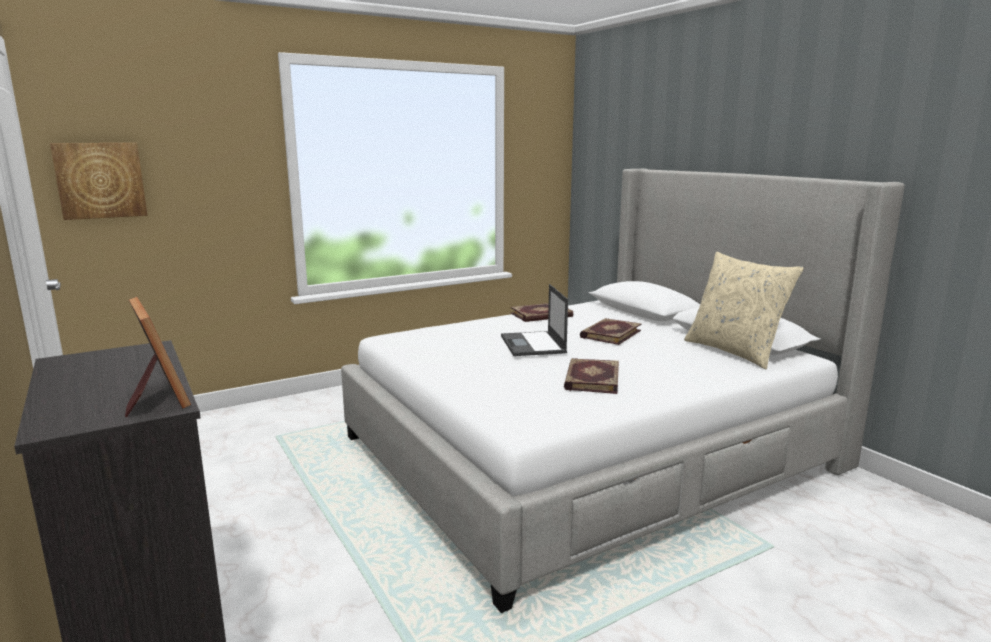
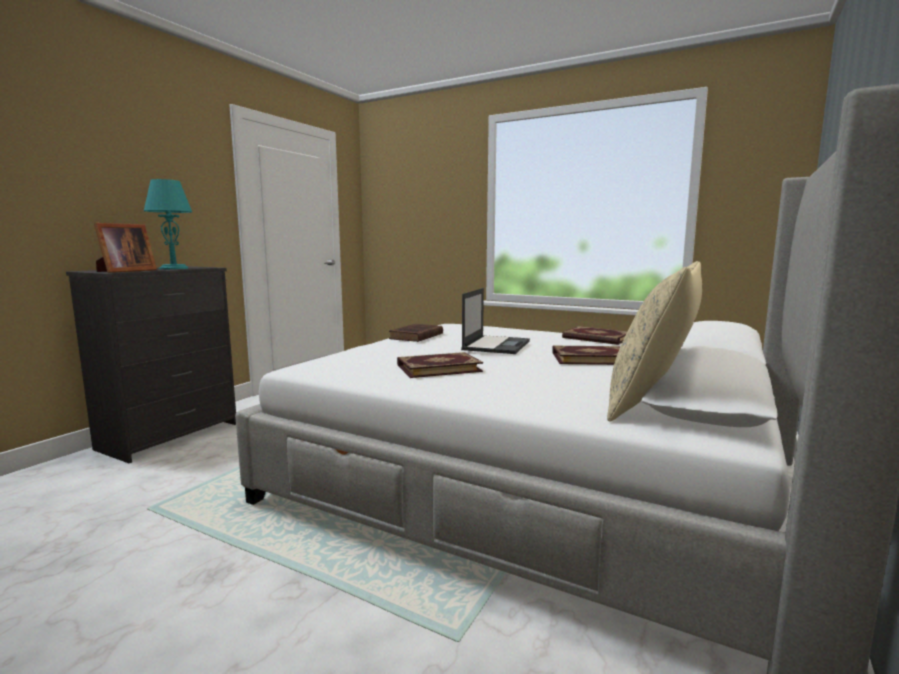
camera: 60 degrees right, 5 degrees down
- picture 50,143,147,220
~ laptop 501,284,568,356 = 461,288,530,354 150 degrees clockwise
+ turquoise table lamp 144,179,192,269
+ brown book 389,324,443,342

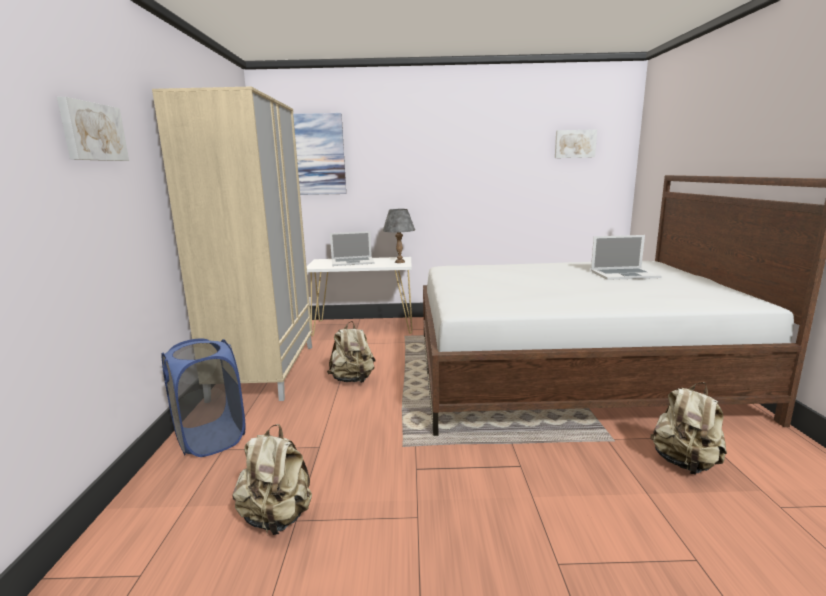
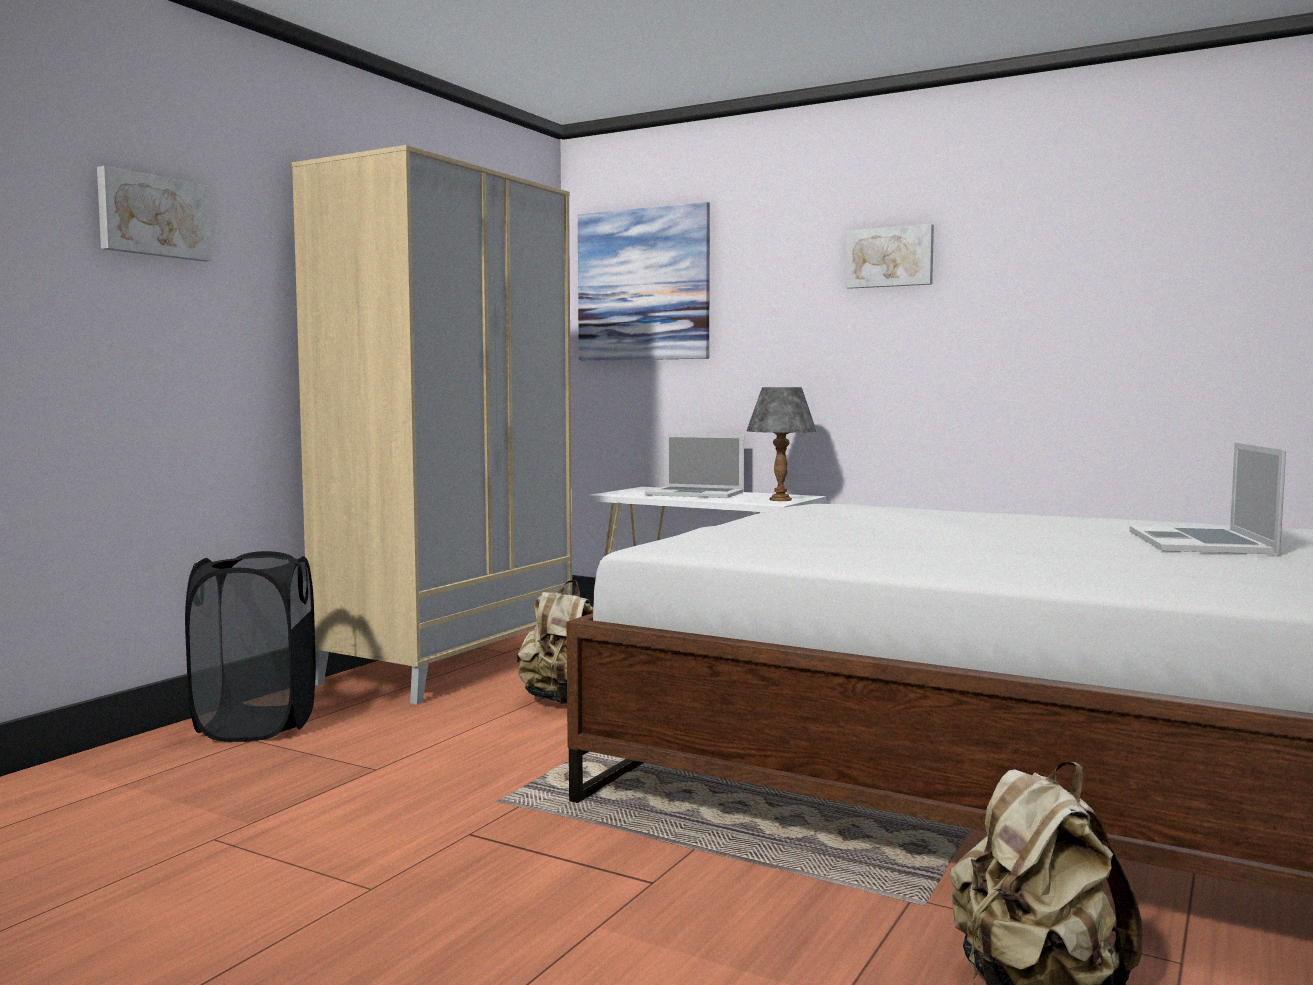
camera: 30 degrees right, 10 degrees down
~ blue laundry basket 161,338,245,457 to black laundry basket 185,551,316,742
- beige backpack 232,424,312,535
~ picture 555,129,597,158 to 846,224,934,289
~ laptop 591,235,661,280 = 1130,443,1286,554 75 degrees clockwise

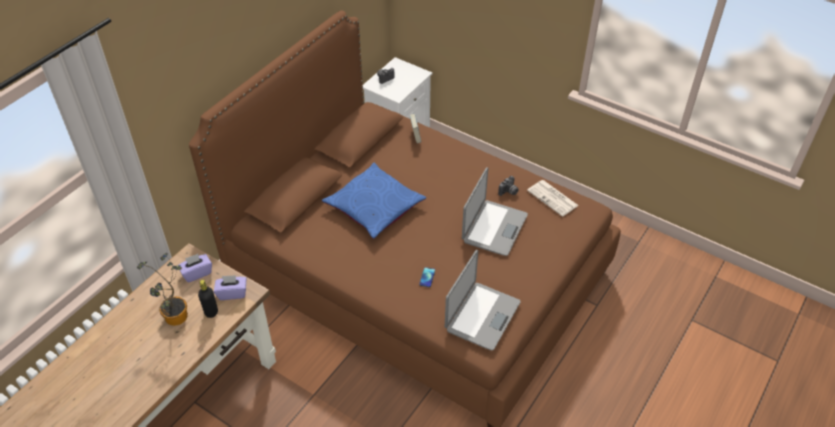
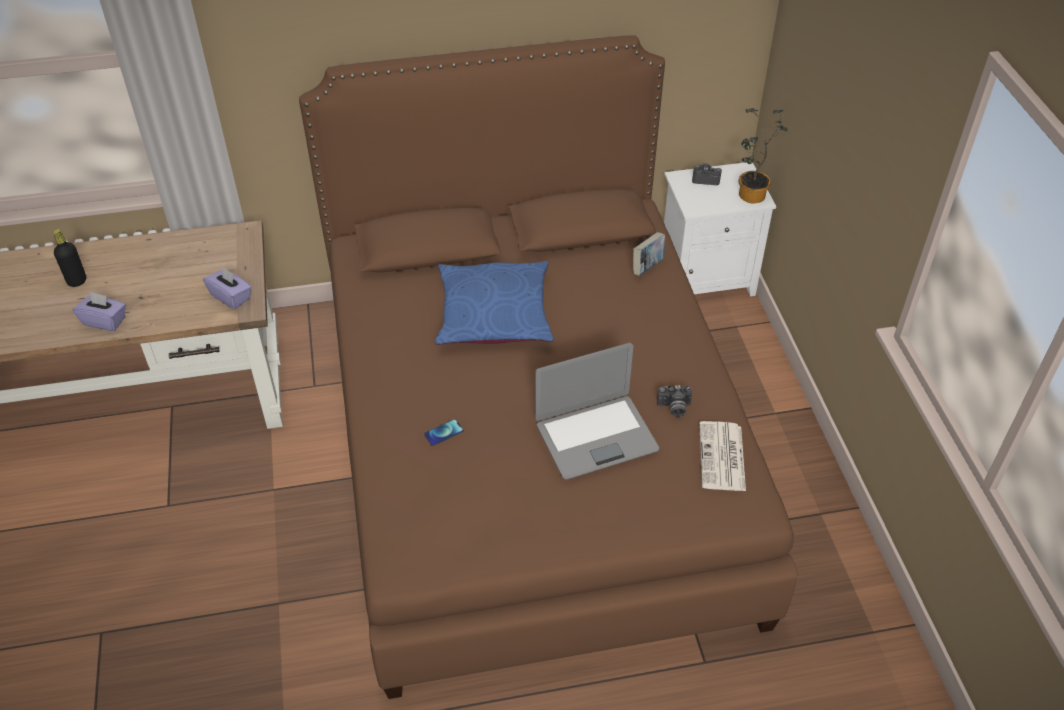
camera: 45 degrees right, 0 degrees up
~ potted plant 137,253,188,326 to 739,108,787,203
~ purple tissue box 179,254,212,283 to 73,292,126,331
~ black bottle 198,280,218,318 to 53,229,86,287
- laptop 445,250,521,350

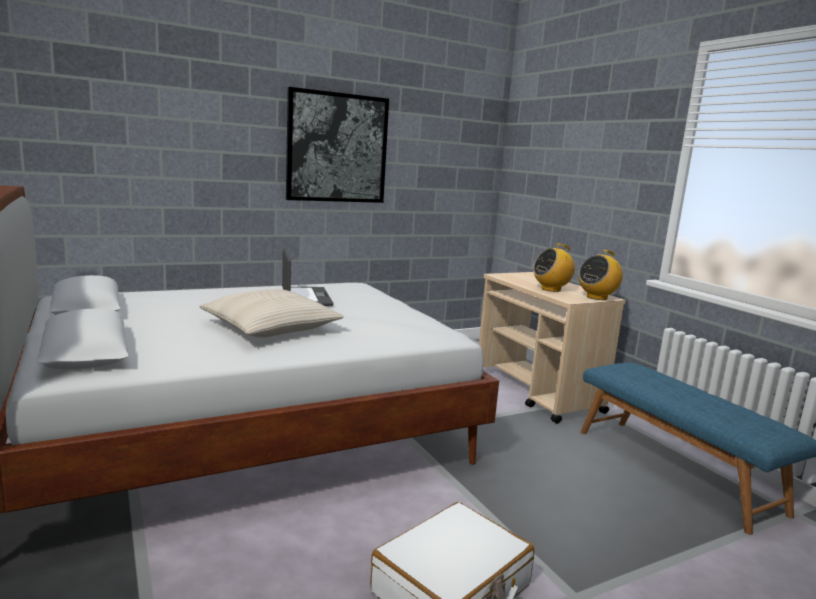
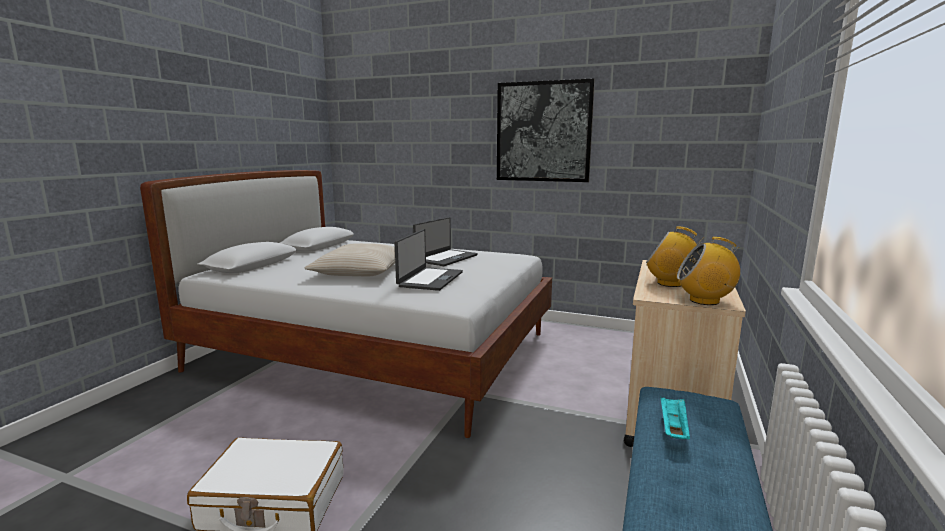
camera: 50 degrees right, 0 degrees up
+ laptop 395,229,463,291
+ turquoise tray 661,398,690,439

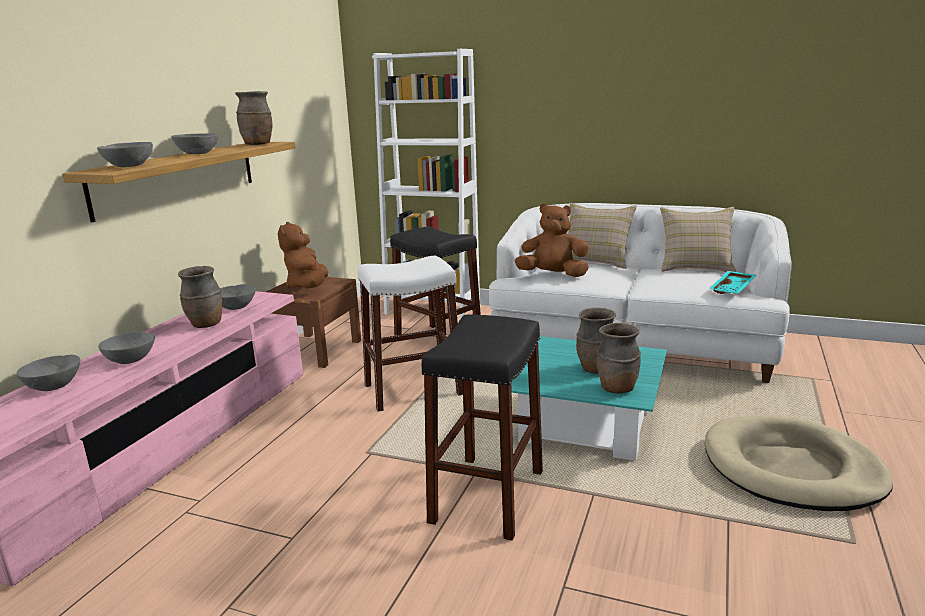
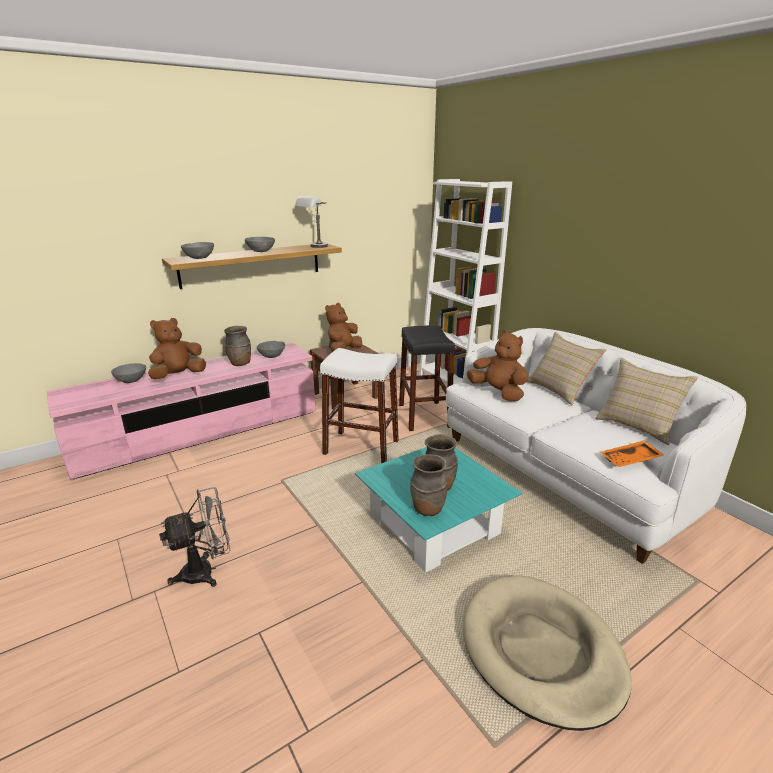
camera: 35 degrees right, 5 degrees up
~ grey bowl 98,332,155,364 to brown plush toy 148,318,206,379
~ brown vase 235,91,272,145 to grey table lamp 295,196,328,248
- black stool 421,315,543,541
~ turquoise tray 709,271,756,294 to orange tray 600,440,664,467
+ grey fan 159,487,230,587

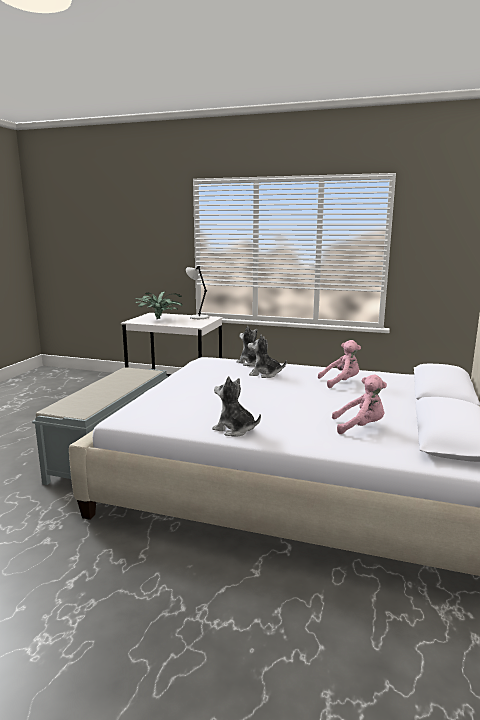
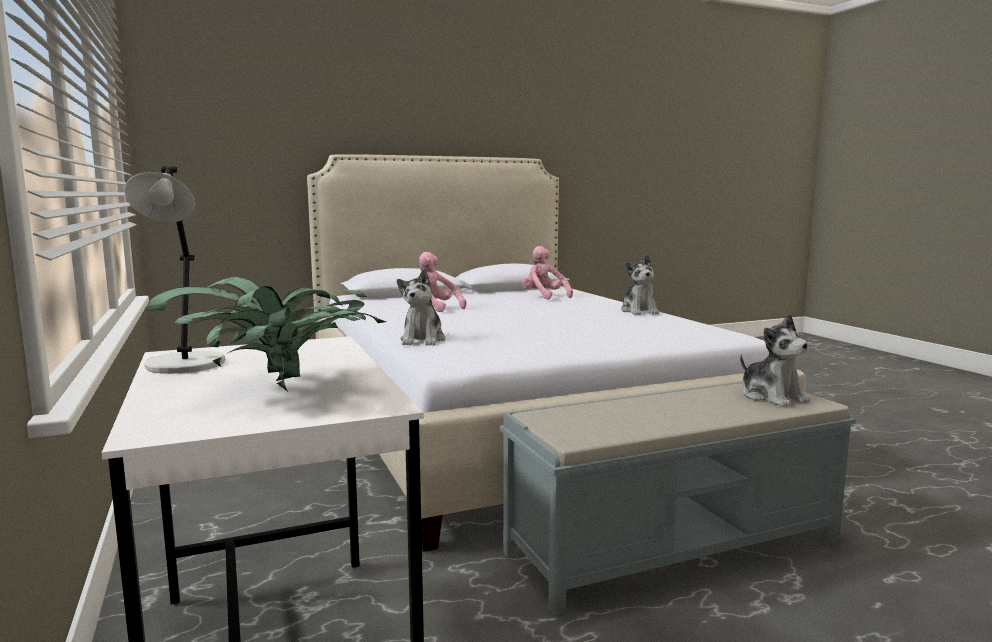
camera: 130 degrees left, 5 degrees down
~ plush toy 248,335,287,378 to 740,314,810,407

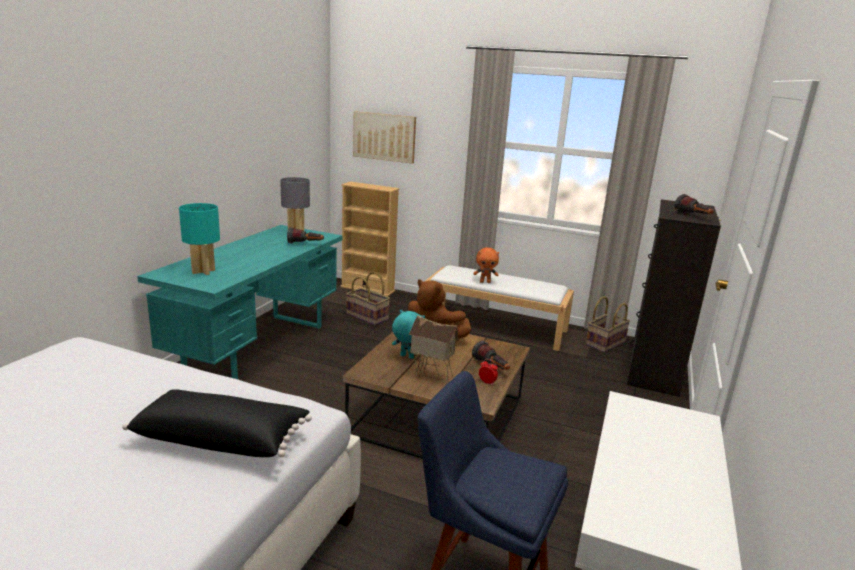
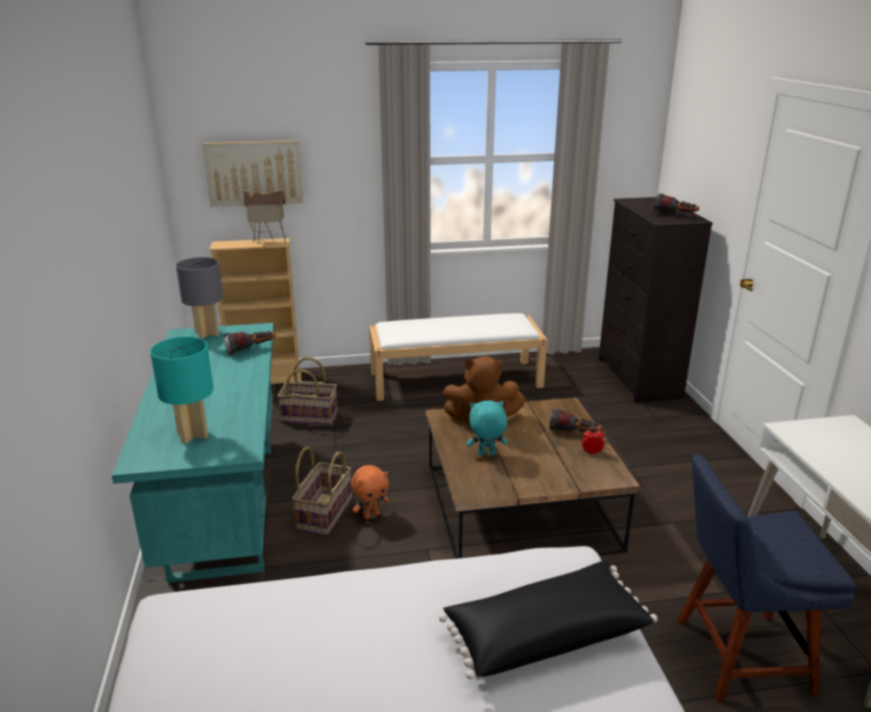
camera: 30 degrees left, 5 degrees up
~ toy house 409,315,459,384 to 244,190,286,244
~ orange plush toy 473,247,499,283 to 351,465,389,519
~ basket 585,296,630,353 to 292,447,352,536

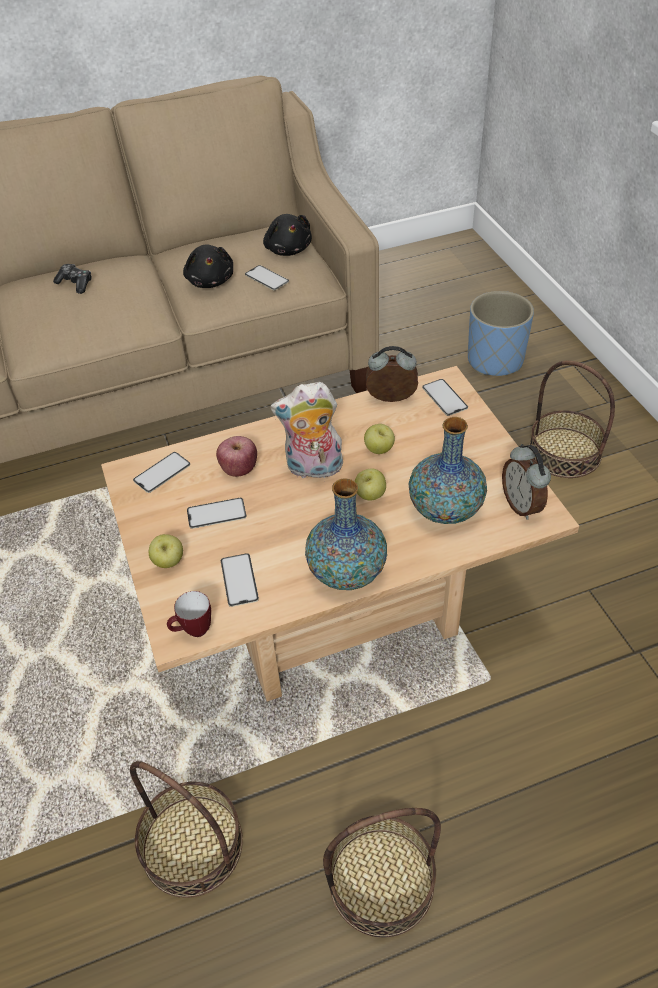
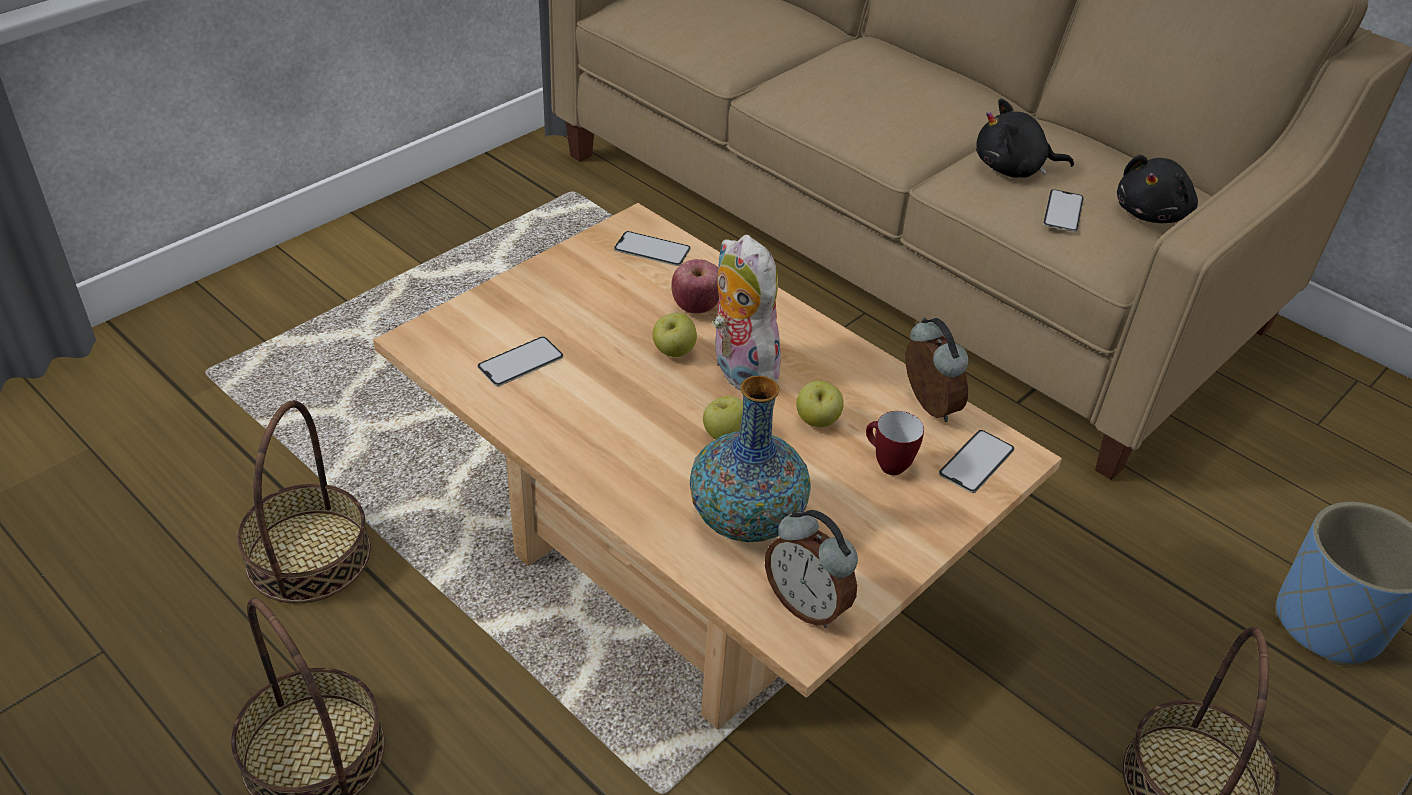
camera: 60 degrees right, 5 degrees down
- game controller 53,264,91,294
~ apple 149,534,183,568 to 653,313,697,357
~ mug 167,591,211,637 to 866,411,924,475
~ black plush toy 183,245,233,288 = 976,98,1074,178 45 degrees clockwise
- phone 187,498,246,529
- vase 305,479,387,590
~ alarm clock 502,444,551,520 = 765,510,858,628 90 degrees counterclockwise

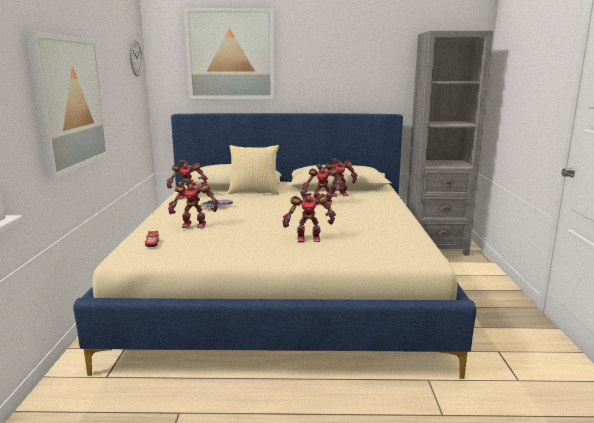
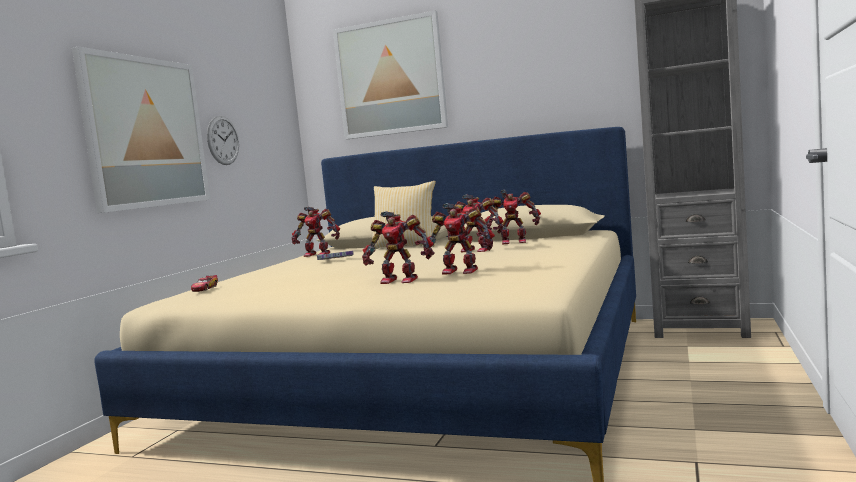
camera: 20 degrees right, 10 degrees down
~ wall clock 129,39,143,76 to 207,116,239,165
~ toy robot 168,179,219,228 to 423,203,495,274

